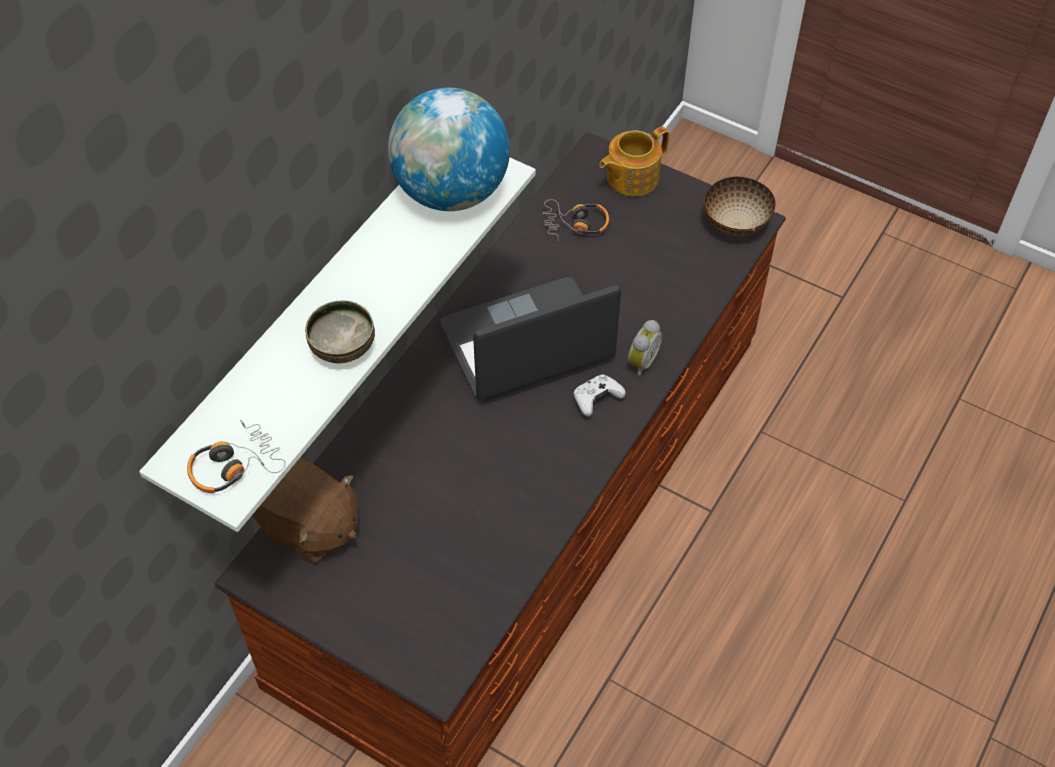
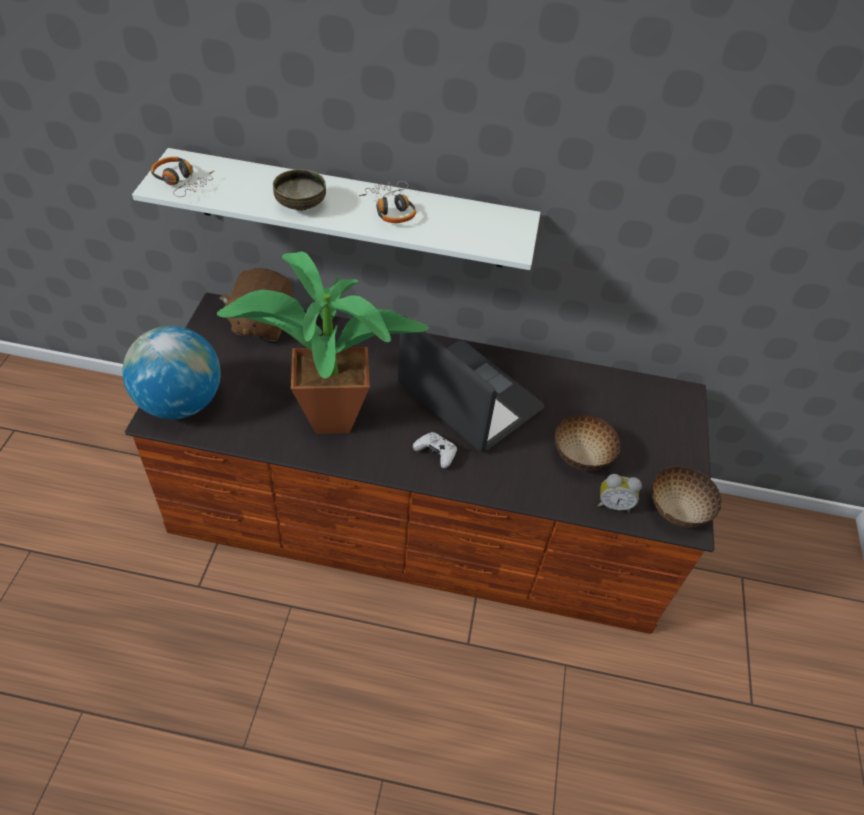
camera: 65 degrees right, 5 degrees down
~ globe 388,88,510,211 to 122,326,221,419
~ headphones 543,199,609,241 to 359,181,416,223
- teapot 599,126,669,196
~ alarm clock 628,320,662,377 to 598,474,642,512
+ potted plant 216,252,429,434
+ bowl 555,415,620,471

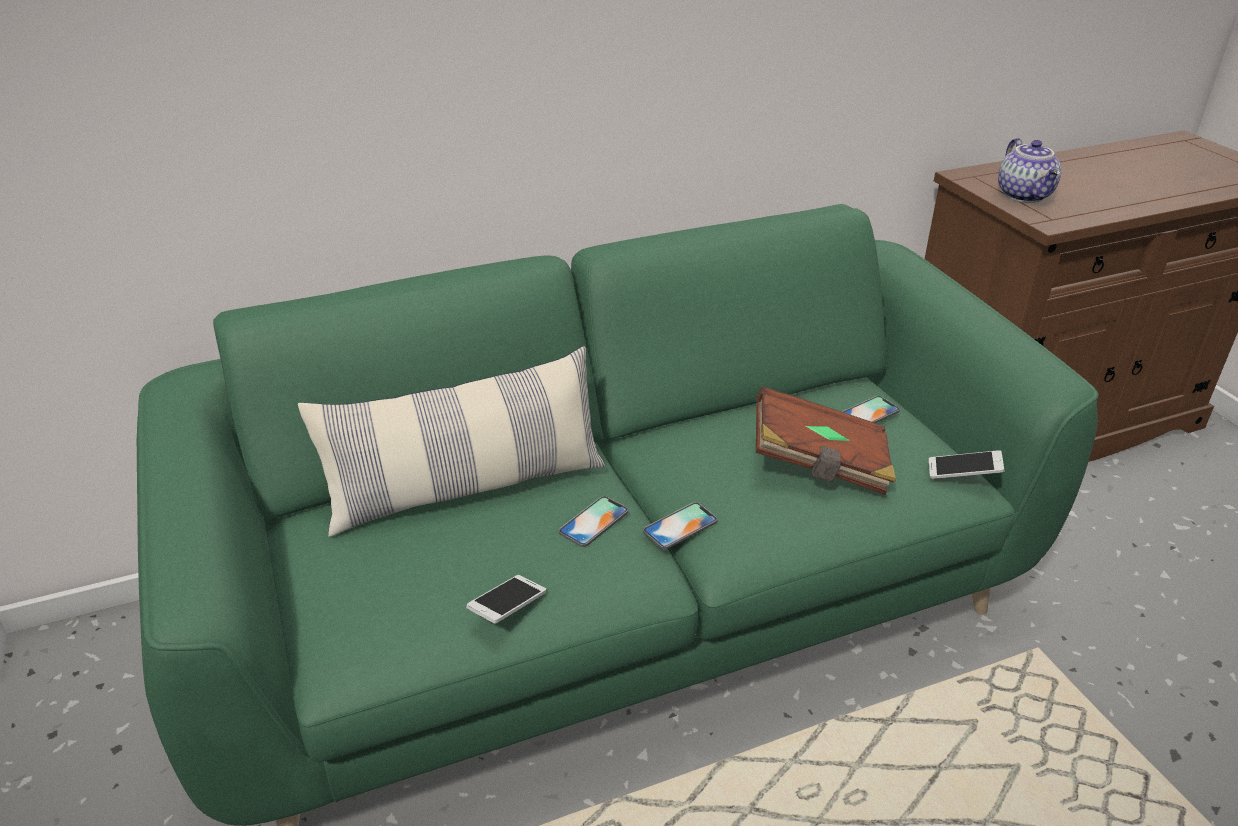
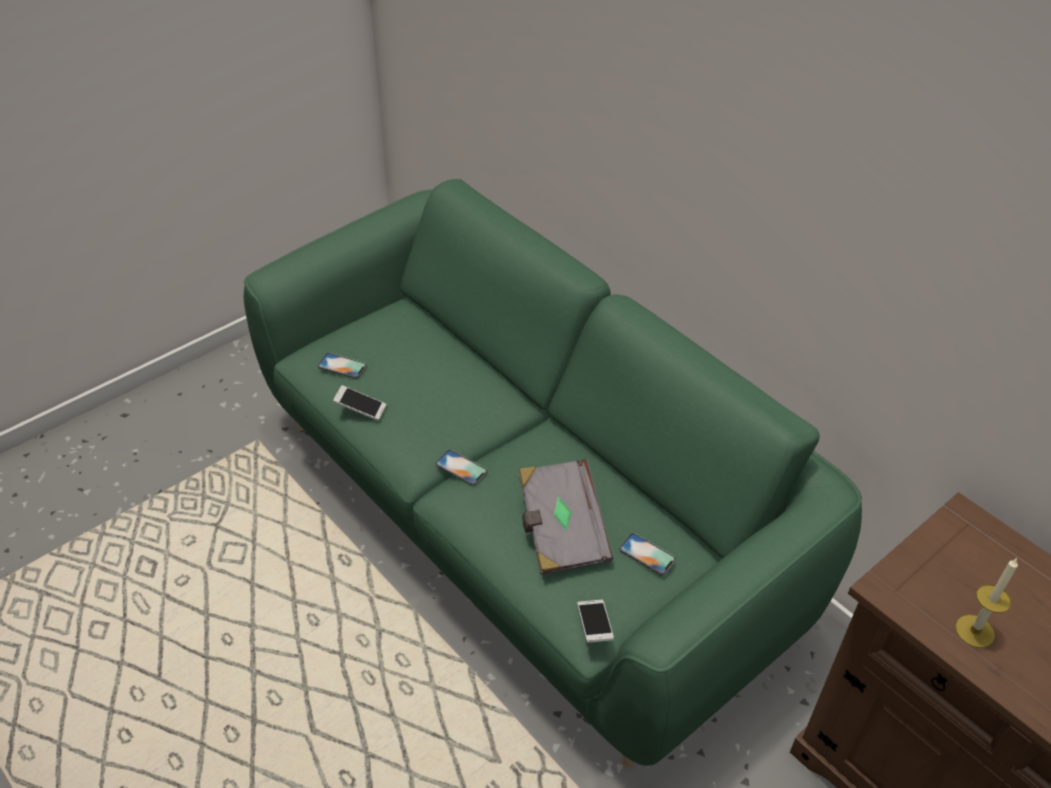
camera: 70 degrees right, 10 degrees up
- pillow 298,346,605,537
~ phone 559,496,628,547 to 318,353,367,379
~ brown book 756,386,896,495 to grey book 519,459,613,575
- teapot 998,138,1061,203
+ candle 955,558,1018,648

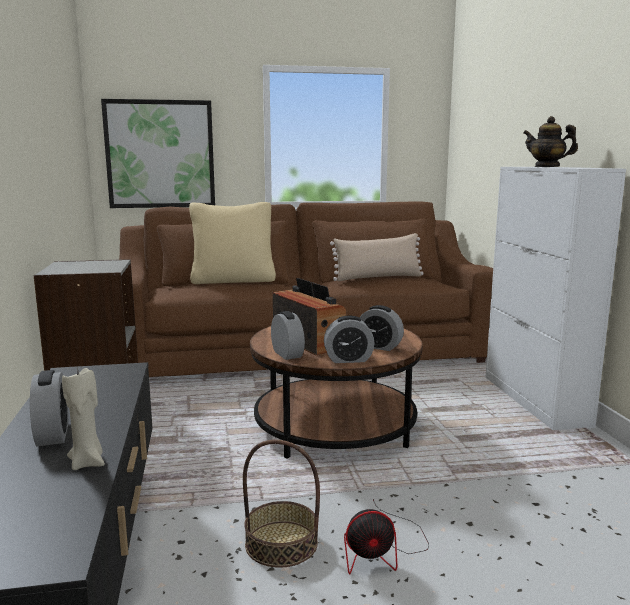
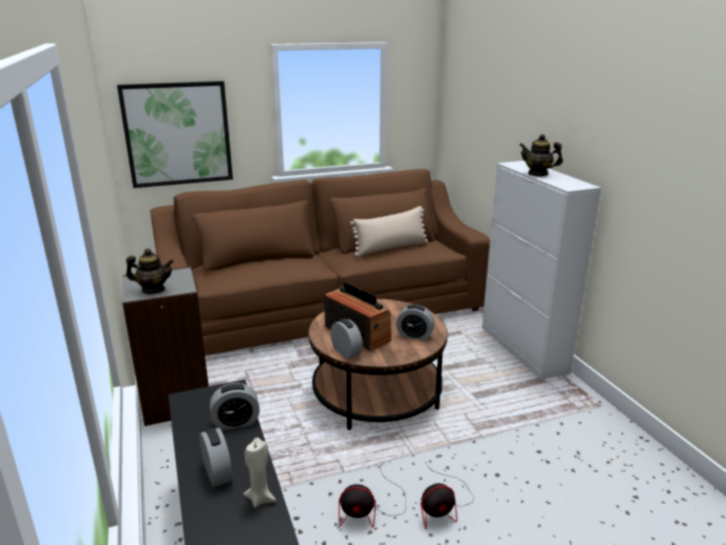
camera: 10 degrees left, 10 degrees up
- beige pillow 189,202,276,284
~ basket 243,440,320,568 to fan 339,472,406,528
~ alarm clock 324,316,375,363 to 210,383,260,430
+ teapot 126,248,174,294

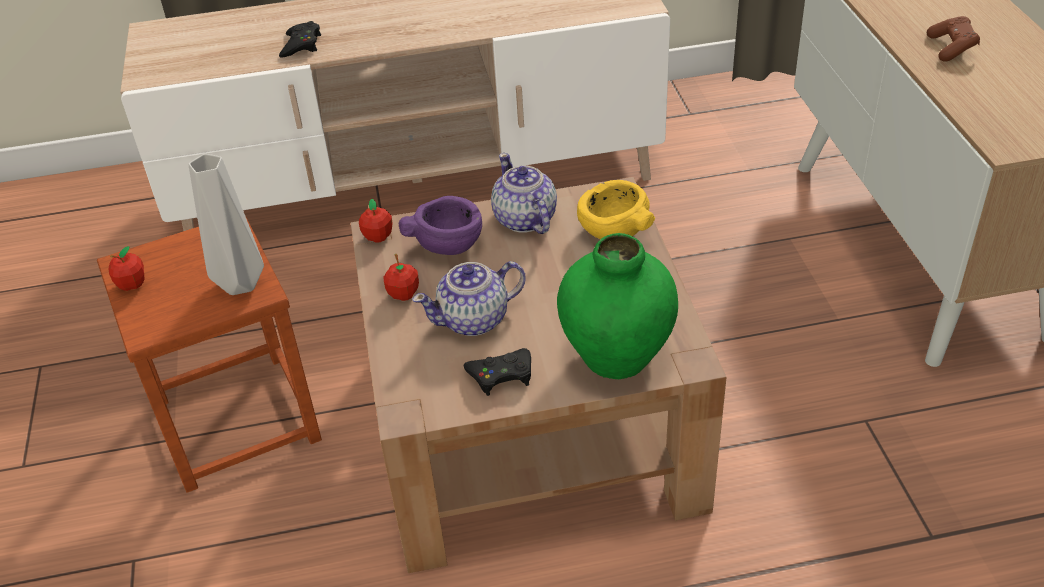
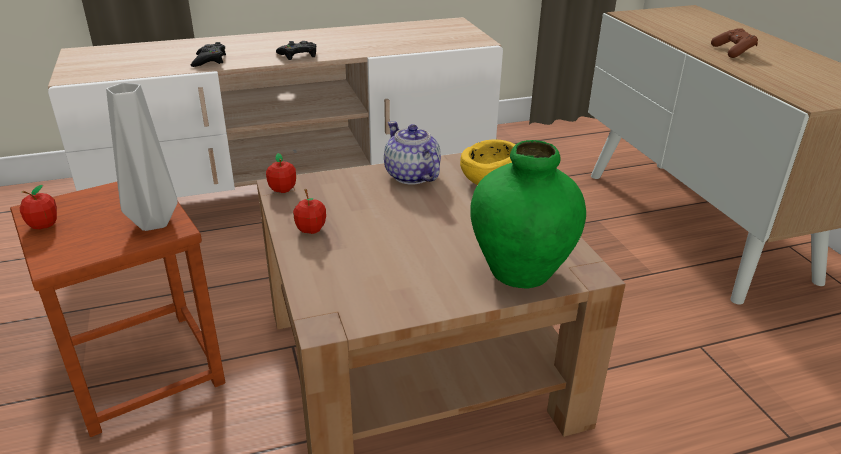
camera: 10 degrees left, 10 degrees down
- purple bowl 399,196,482,255
- teapot 412,261,526,336
~ black game controller 463,348,531,396 to 276,41,316,60

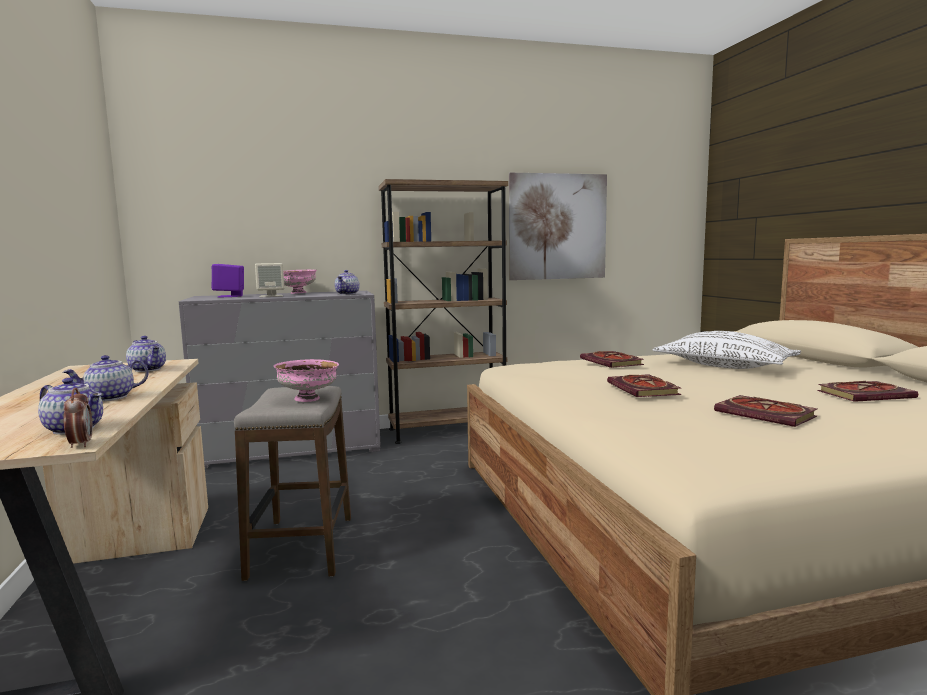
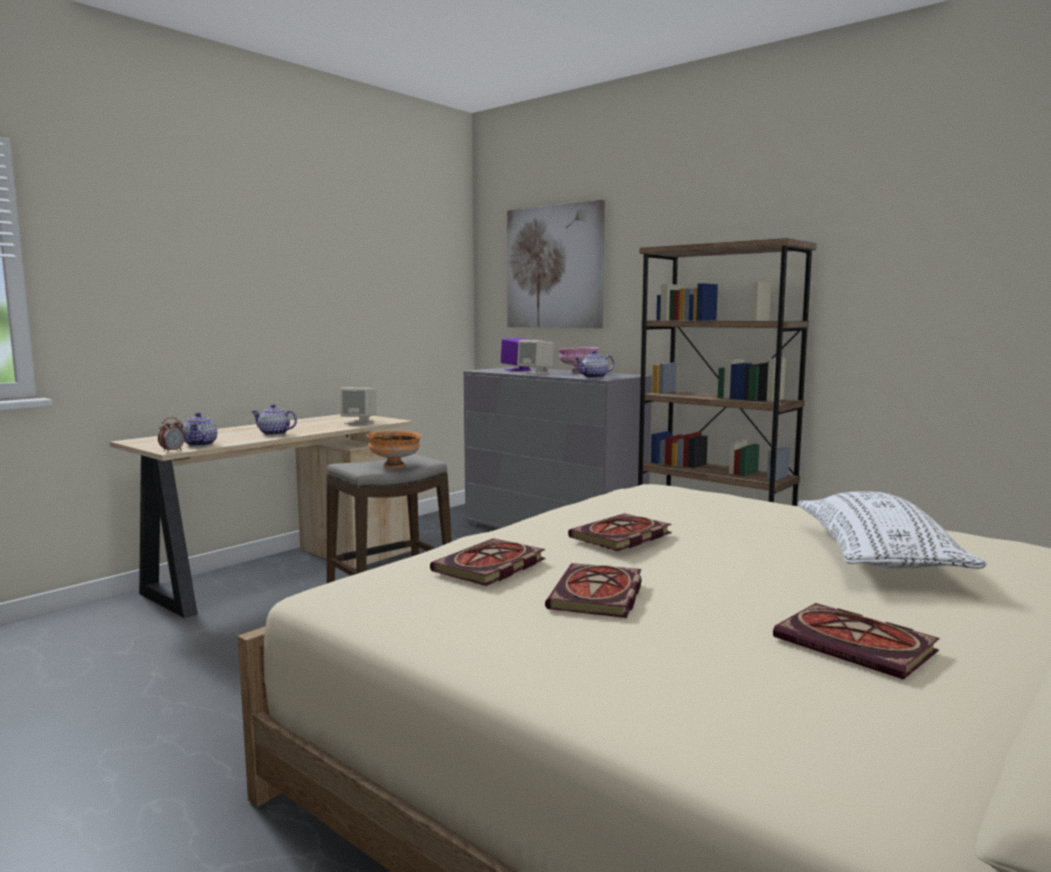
camera: 55 degrees right, 0 degrees up
~ teapot 126,336,166,372 to beige speaker 340,388,377,424
~ pink bowl 274,359,339,402 to orange bowl 366,431,422,468
~ picture 509,173,607,280 to 507,200,605,328
~ book 580,351,644,368 to 430,538,546,586

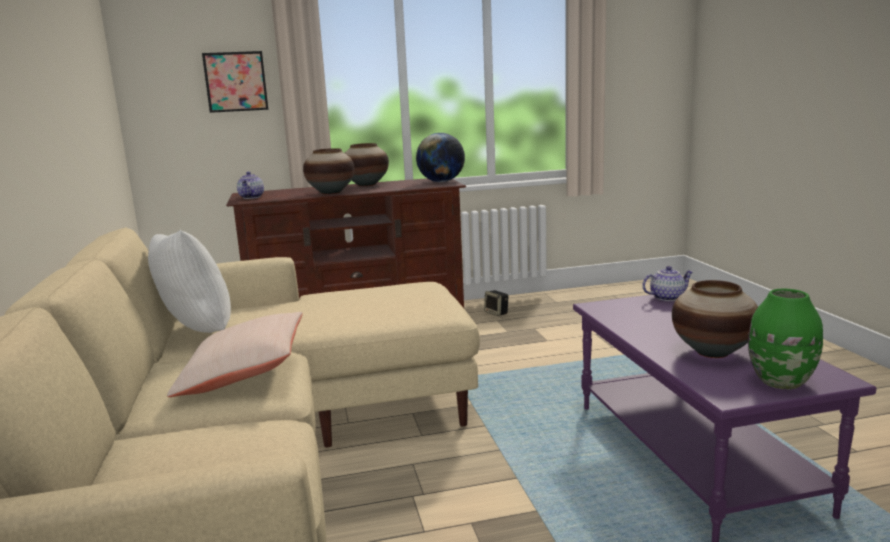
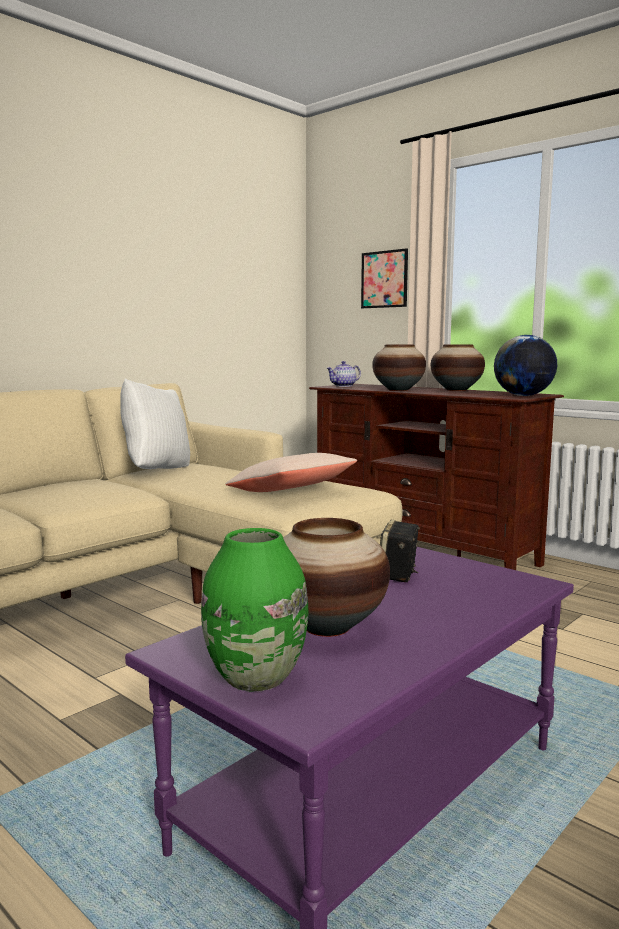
camera: 55 degrees right, 5 degrees down
~ beige pillow 167,312,303,397 to 225,453,357,492
~ speaker 484,290,508,316 to 380,520,420,582
- teapot 642,266,693,301

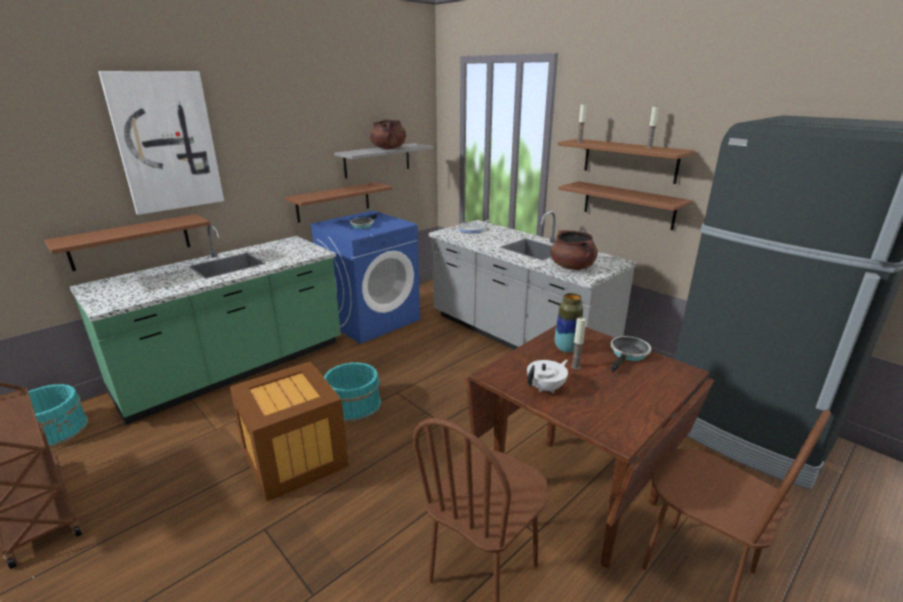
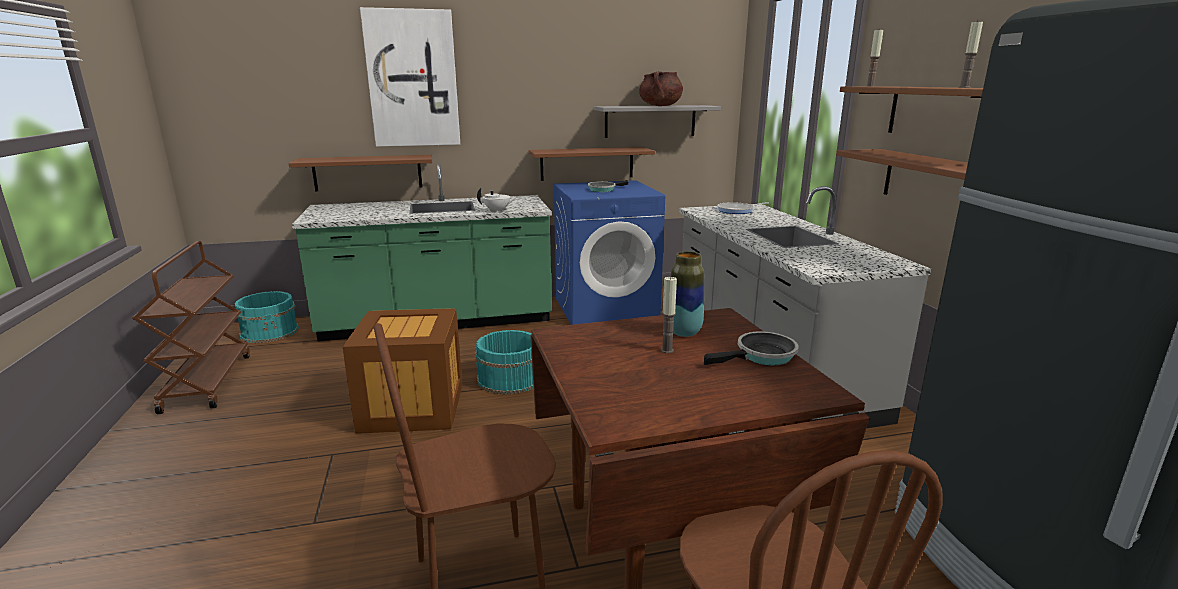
camera: 30 degrees right, 5 degrees down
~ white teapot 527,360,568,393 to 477,188,518,212
- brown cooking pot 550,230,598,270

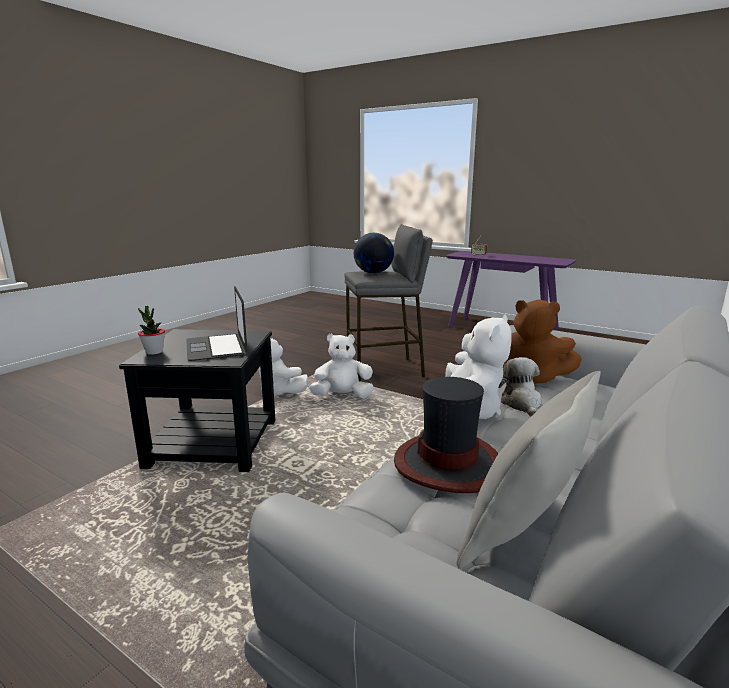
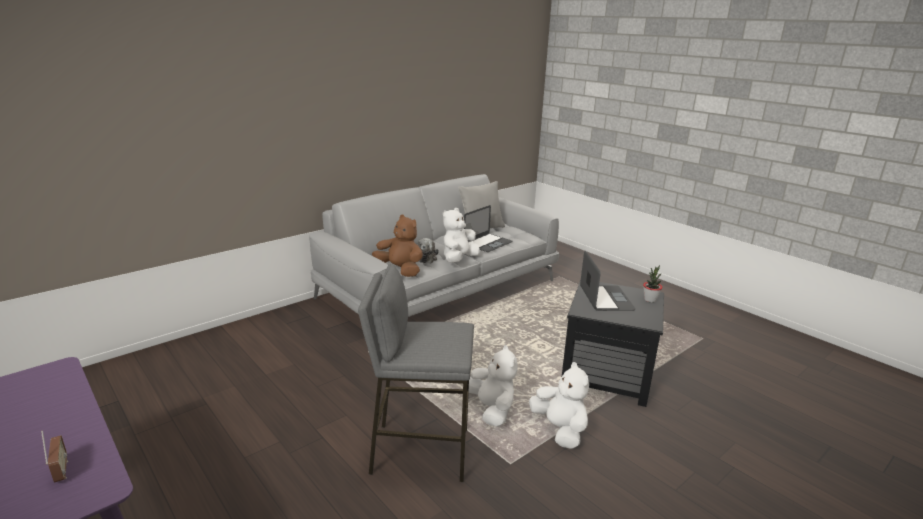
camera: 165 degrees left, 5 degrees up
~ white plush toy 309,333,374,398 = 469,345,518,427 120 degrees counterclockwise
- globe 354,233,394,274
~ hat 394,377,499,493 to laptop 464,205,513,252

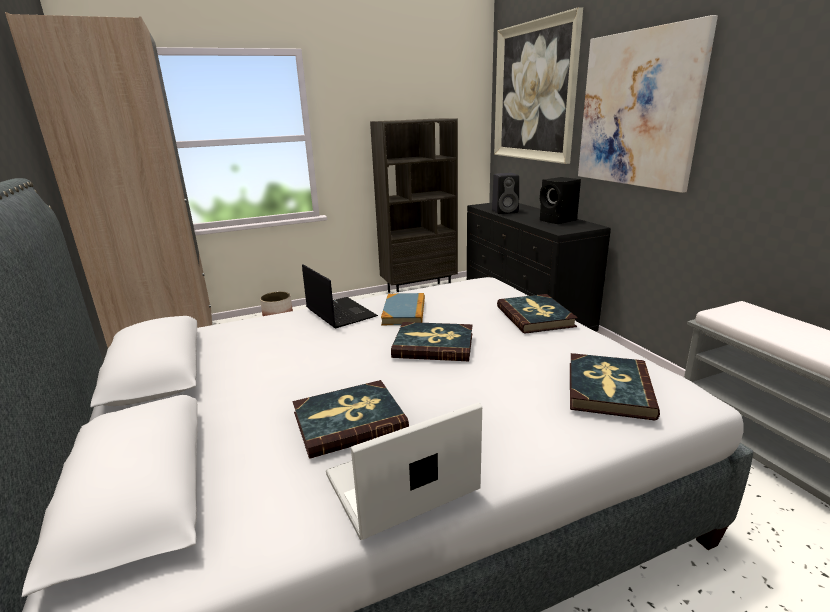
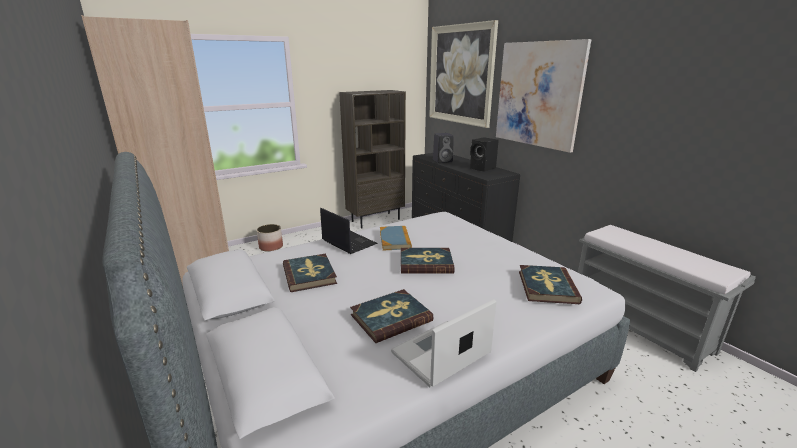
camera: 10 degrees left, 0 degrees up
~ book 497,294,578,334 to 283,254,337,292

